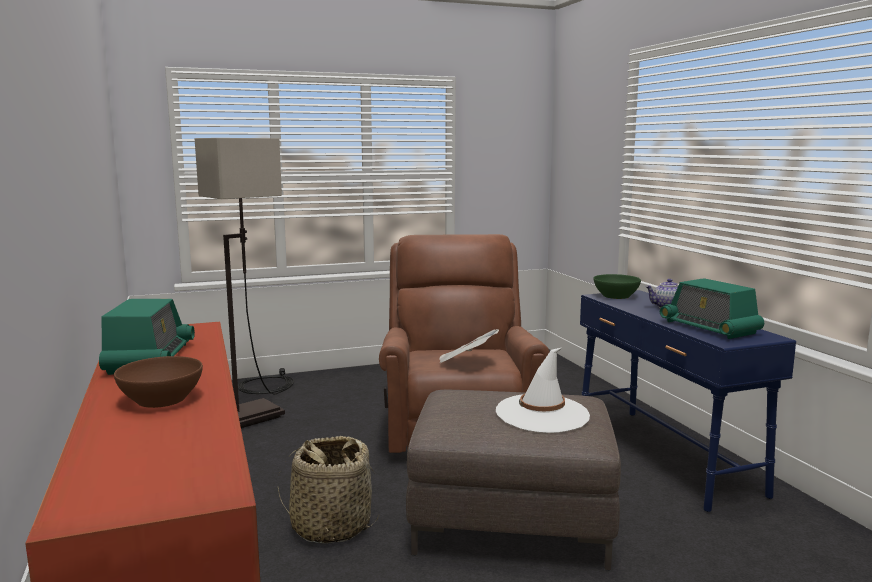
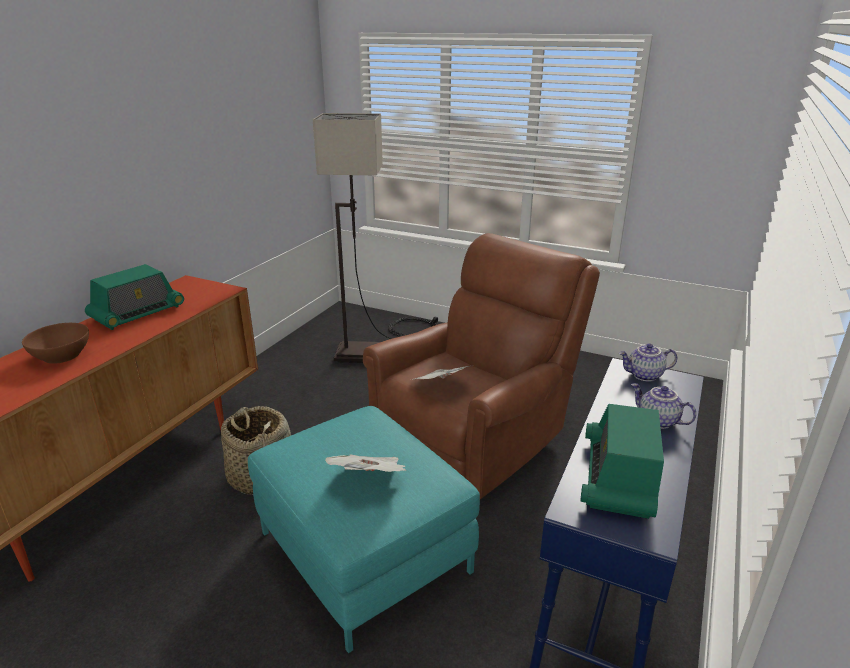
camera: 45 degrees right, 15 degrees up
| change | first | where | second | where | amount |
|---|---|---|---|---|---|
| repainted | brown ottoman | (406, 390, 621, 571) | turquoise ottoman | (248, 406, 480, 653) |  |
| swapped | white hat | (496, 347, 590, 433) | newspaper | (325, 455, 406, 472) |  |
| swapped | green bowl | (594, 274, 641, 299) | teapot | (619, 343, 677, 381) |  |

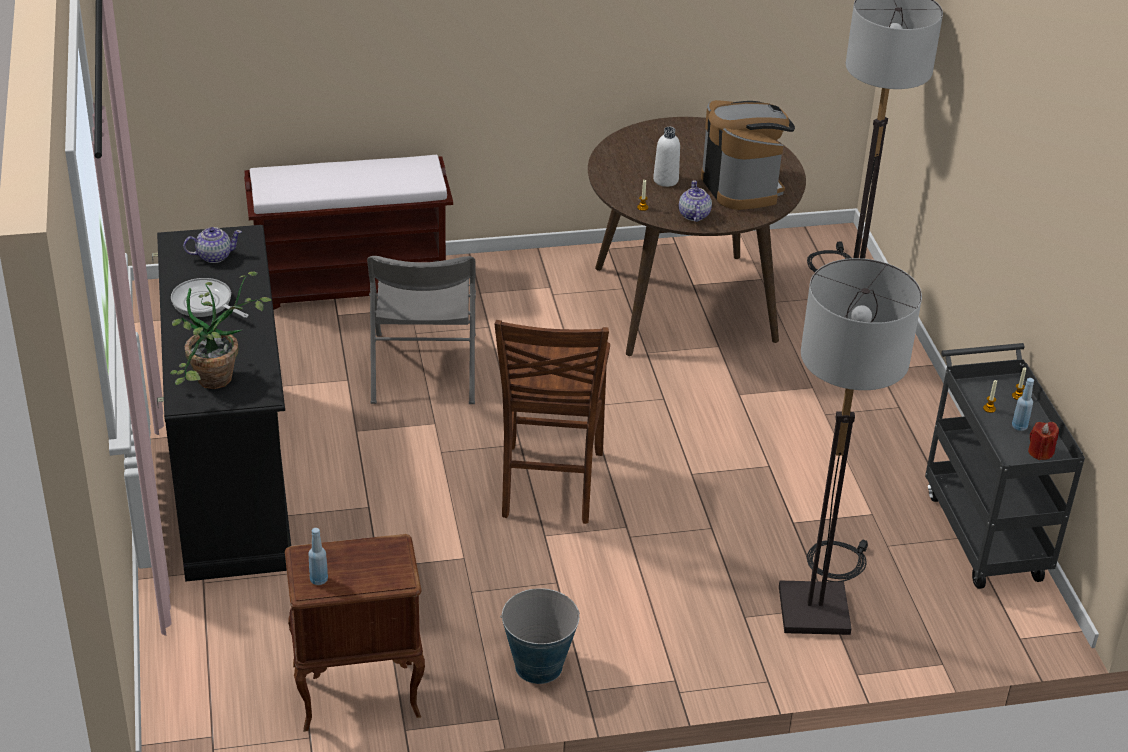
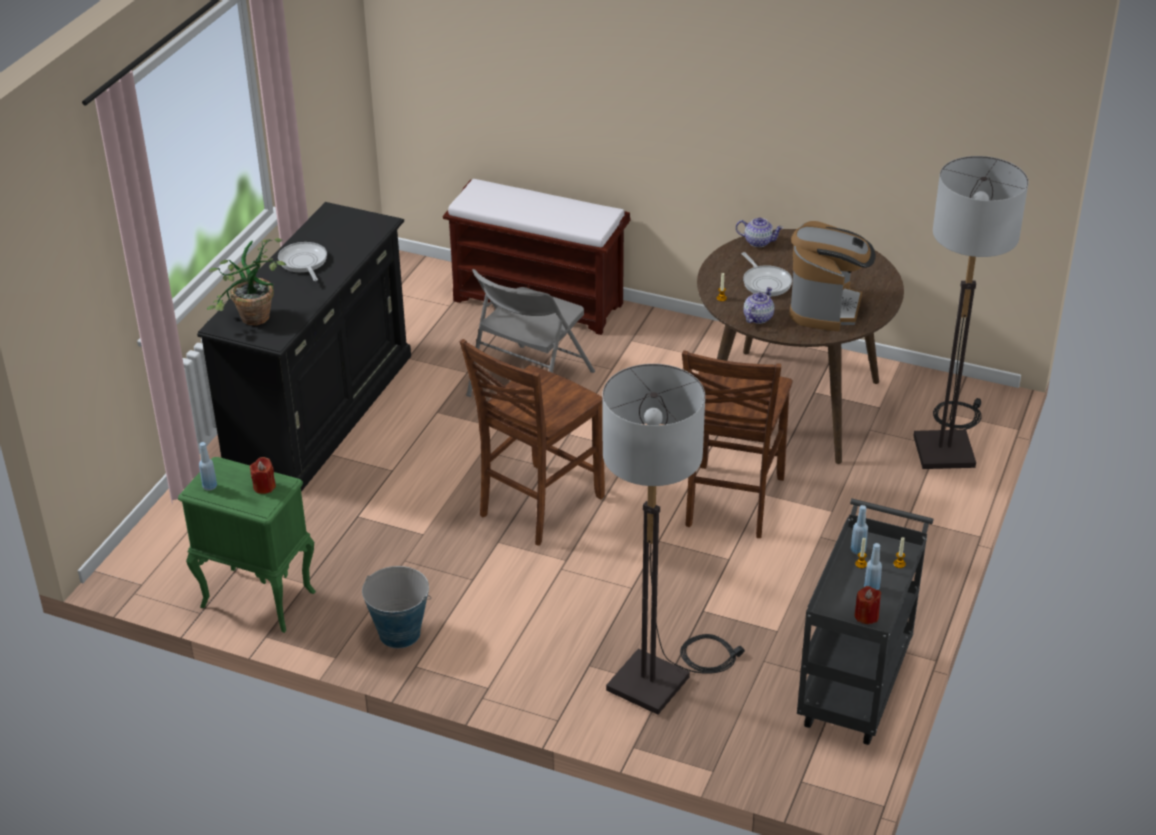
camera: 35 degrees right, 0 degrees up
| change | first | where | second | where | amount |
|---|---|---|---|---|---|
| repainted | brown nightstand | (285, 534, 425, 732) | green nightstand | (178, 457, 316, 633) |  |
| new |  |  | red candle | (250, 457, 276, 494) |  |
| new |  |  | brown chair | (682, 350, 793, 538) |  |
| shifted | teapot | (183, 227, 242, 263) |  | (736, 217, 784, 247) |  |
| swapped | white bottle | (653, 127, 680, 187) | frying pan | (742, 252, 792, 297) |  |
| new |  |  | blue bottle | (851, 505, 868, 555) |  |

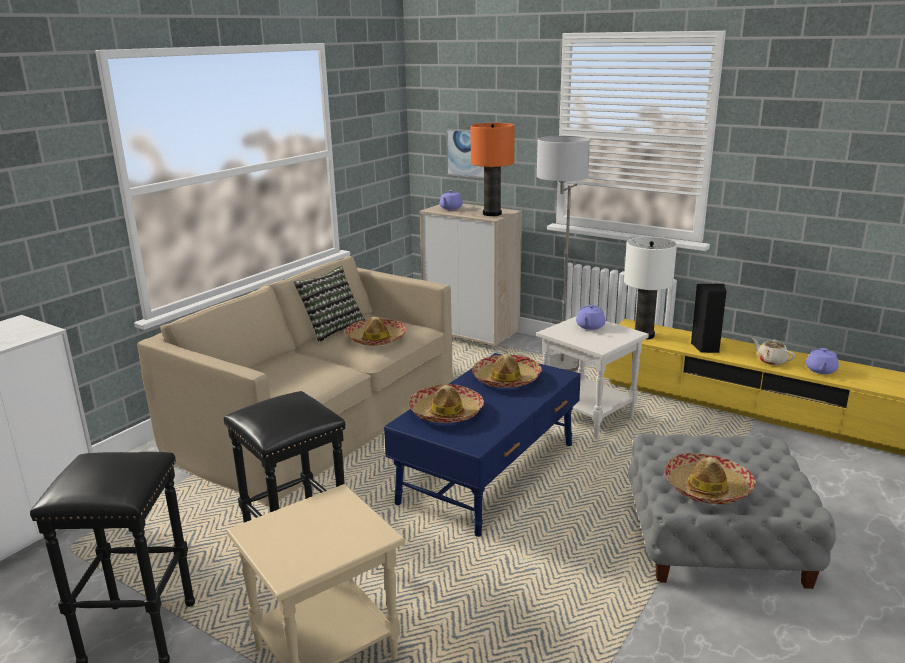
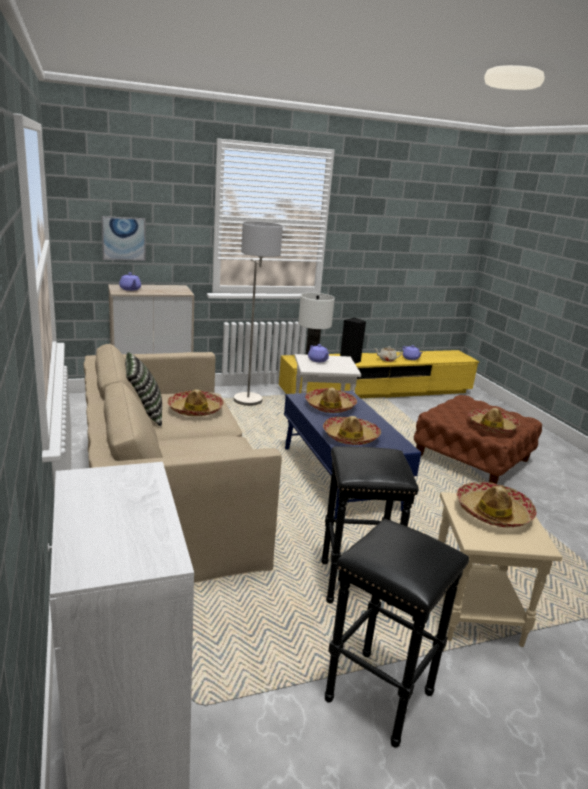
camera: 55 degrees left, 0 degrees up
| change | first | where | second | where | amount |
|---|---|---|---|---|---|
| repainted | grey ottoman | (628, 434, 836, 589) | brown ottoman | (414, 395, 542, 484) |  |
| new |  |  | hat | (457, 482, 537, 528) |  |
| gone | orange table lamp | (471, 123, 515, 216) |  |  |  |

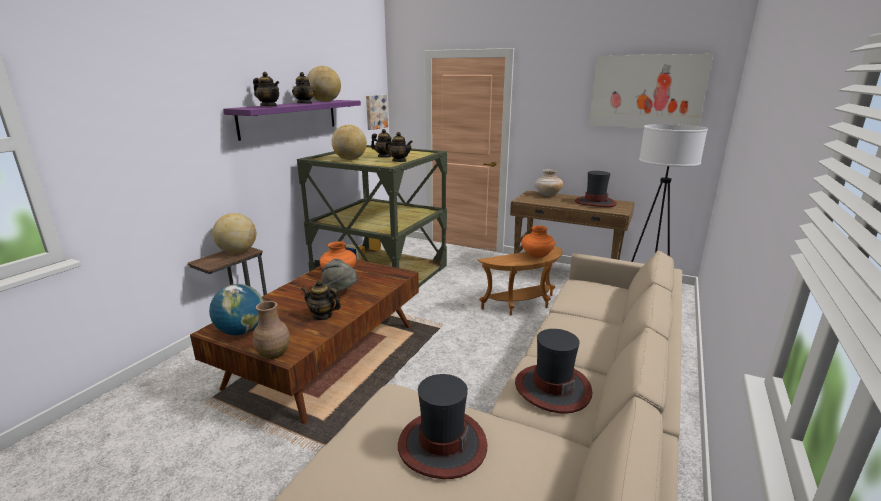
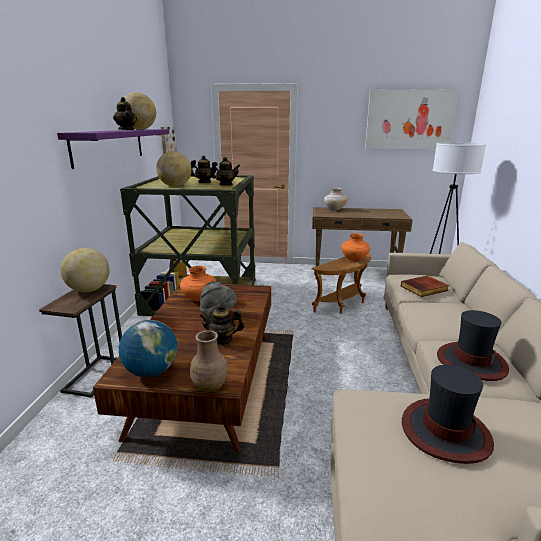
camera: 20 degrees left, 0 degrees up
| change | first | where | second | where | amount |
|---|---|---|---|---|---|
| new |  |  | book | (401, 276, 449, 297) |  |
| gone | teapot | (253, 72, 279, 106) |  |  |  |
| gone | hat | (575, 171, 617, 207) |  |  |  |

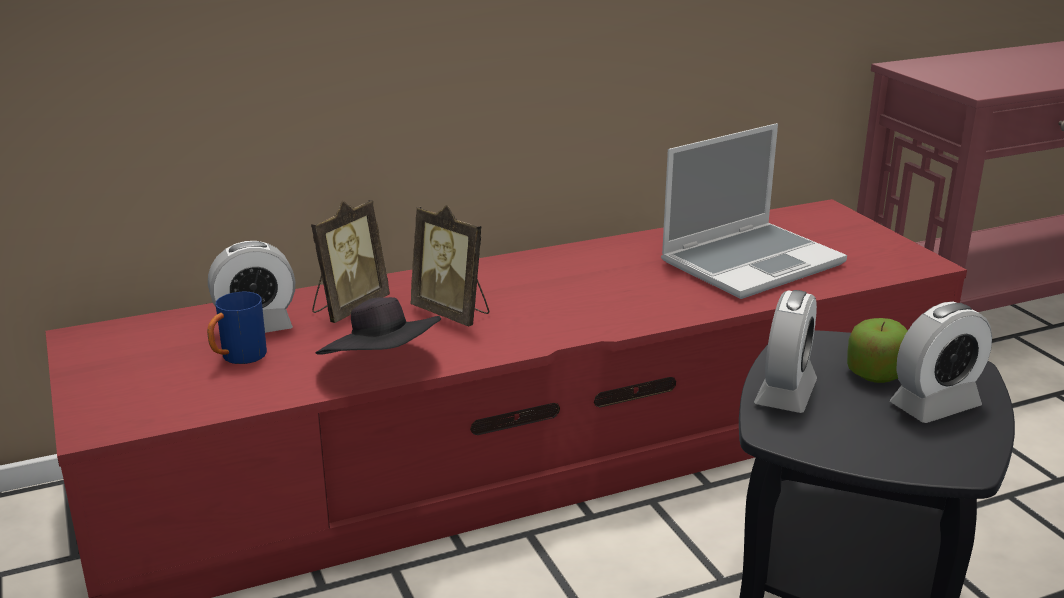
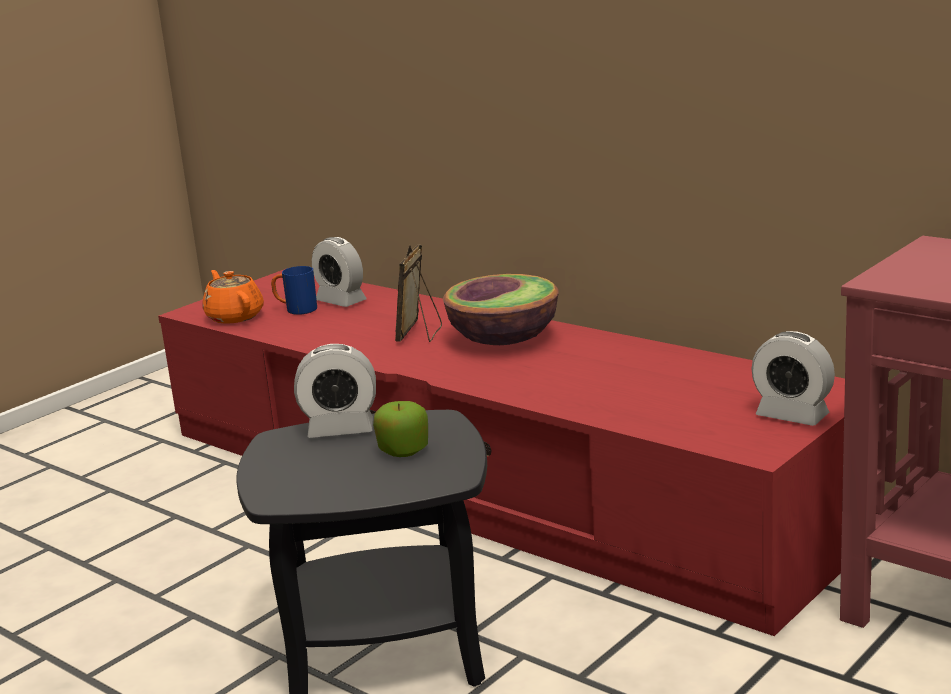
camera: 65 degrees right, 5 degrees down
| change | first | where | second | where | amount |
|---|---|---|---|---|---|
| new |  |  | orange teapot | (202, 270, 264, 324) |  |
| new |  |  | bowl | (443, 274, 559, 345) |  |
| shifted | alarm clock | (890, 302, 992, 423) |  | (752, 331, 835, 426) |  |
| gone | picture frame | (311, 200, 390, 323) |  |  |  |
| gone | black hat | (315, 297, 441, 355) |  |  |  |
| gone | laptop | (661, 123, 847, 299) |  |  |  |

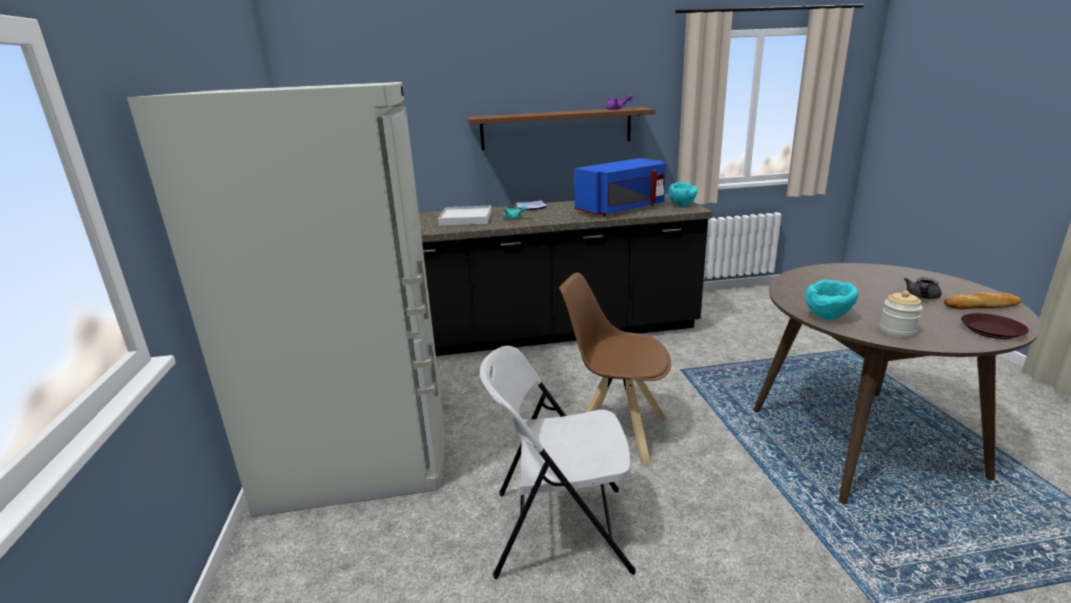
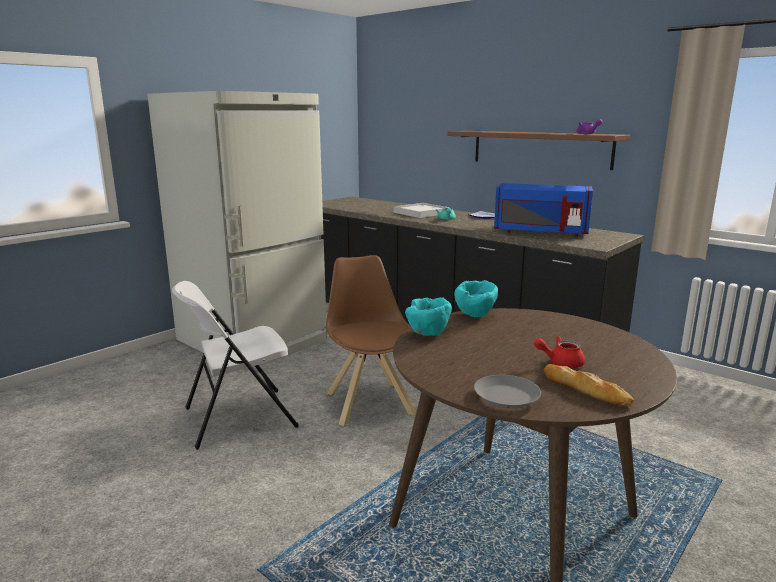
camera: 50 degrees right, 5 degrees down
| change | first | where | second | where | amount |
|---|---|---|---|---|---|
| rotated | white chair | (480, 346, 635, 579) |  | (172, 281, 299, 450) | 75 degrees counterclockwise |
| shifted | turquoise bowl | (668, 182, 698, 206) |  | (454, 280, 498, 317) |  |
| repainted | brown plate | (961, 313, 1029, 339) | grey plate | (474, 375, 541, 409) |  |
| repainted | grey teapot | (904, 278, 942, 299) | red teapot | (534, 336, 585, 368) |  |
| gone | jar | (880, 291, 923, 338) |  |  |  |

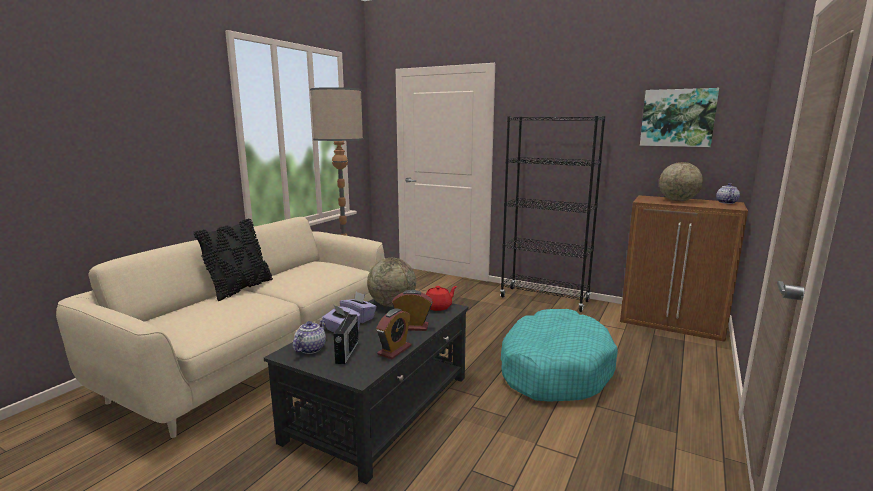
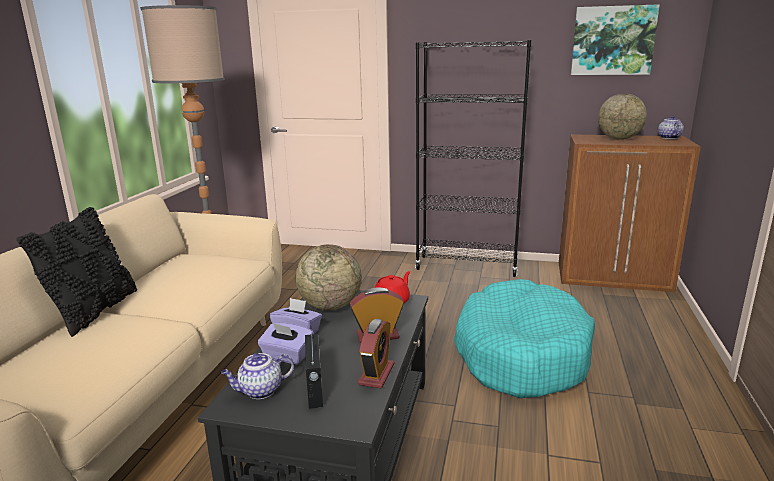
camera: 15 degrees left, 5 degrees up
| change | first | where | second | where | amount |
|---|---|---|---|---|---|
| rotated | teapot | (293, 319, 326, 354) |  | (221, 353, 294, 399) | 120 degrees counterclockwise |

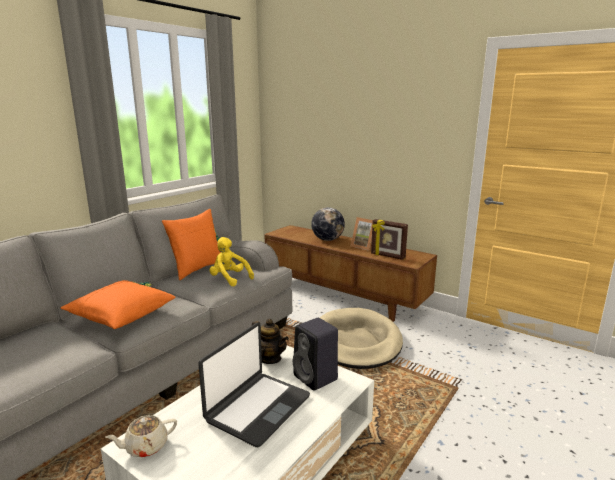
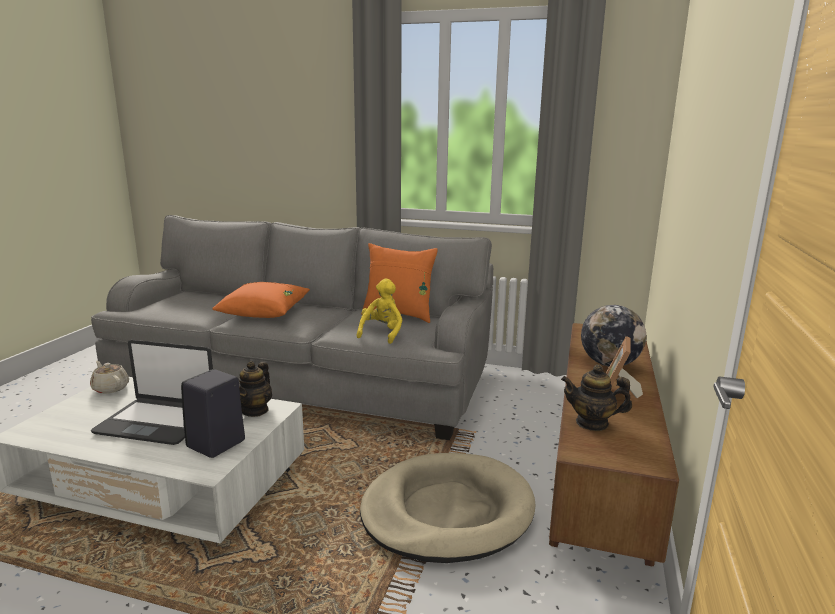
camera: 70 degrees right, 0 degrees up
| change | first | where | second | where | amount |
|---|---|---|---|---|---|
| swapped | picture frame | (371, 219, 408, 260) | teapot | (561, 364, 632, 431) |  |

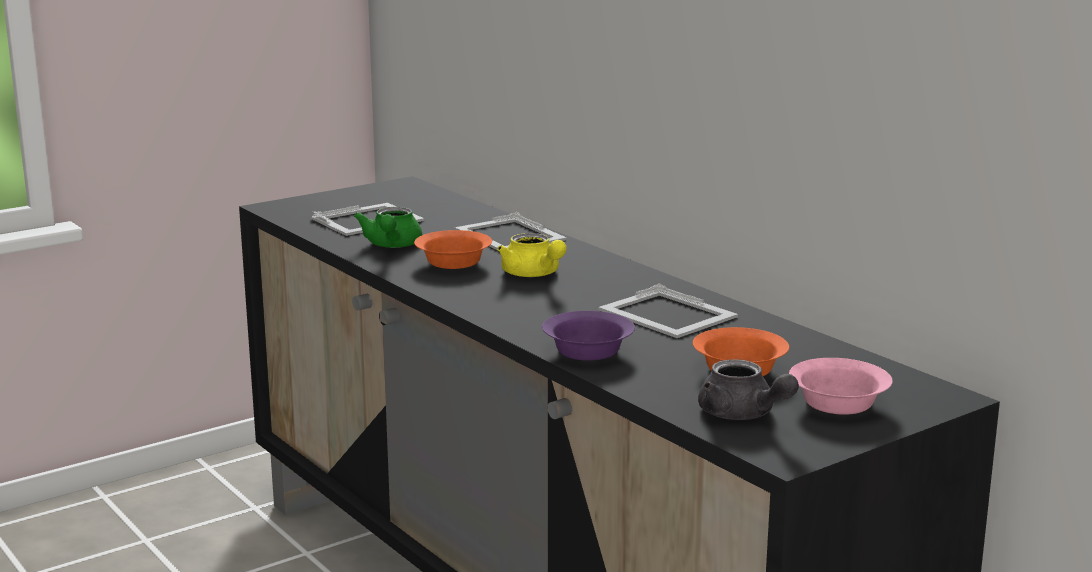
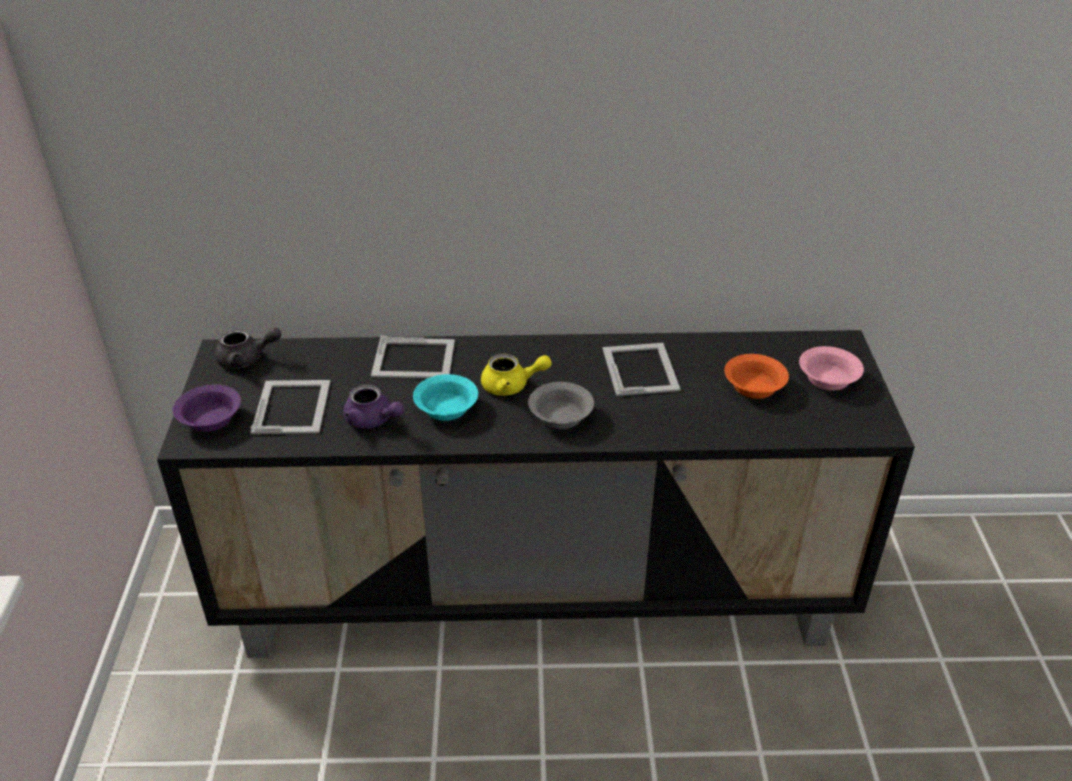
camera: 55 degrees left, 20 degrees up
| change | first | where | second | where | amount |
|---|---|---|---|---|---|
| shifted | purple bowl | (542, 311, 635, 361) |  | (173, 384, 241, 432) |  |
| shifted | grey teapot | (698, 359, 799, 420) |  | (215, 327, 281, 369) |  |
| repainted | green teapot | (354, 207, 422, 248) | purple teapot | (343, 385, 404, 429) |  |
| repainted | orange bowl | (414, 230, 492, 269) | turquoise bowl | (413, 374, 478, 421) |  |
| new |  |  | grey bowl | (528, 382, 594, 429) |  |
| rotated | picture frame | (598, 283, 738, 338) |  | (602, 343, 681, 396) | 90 degrees counterclockwise |

